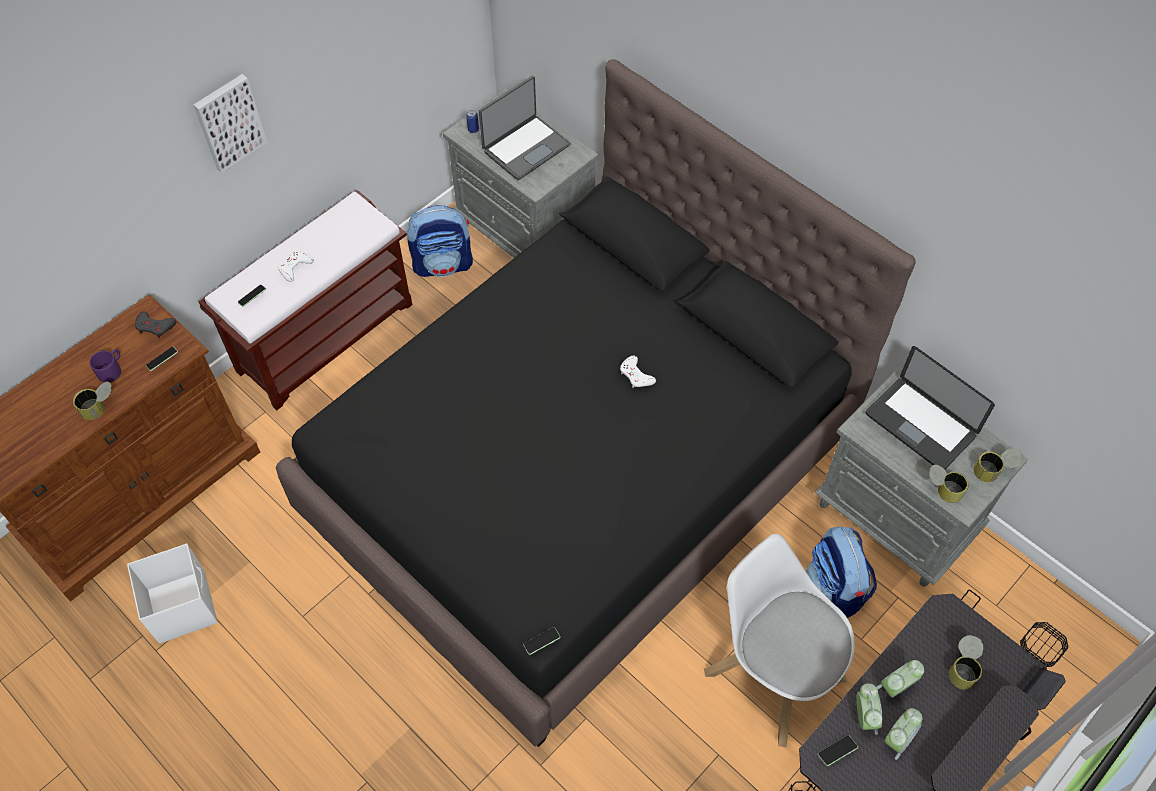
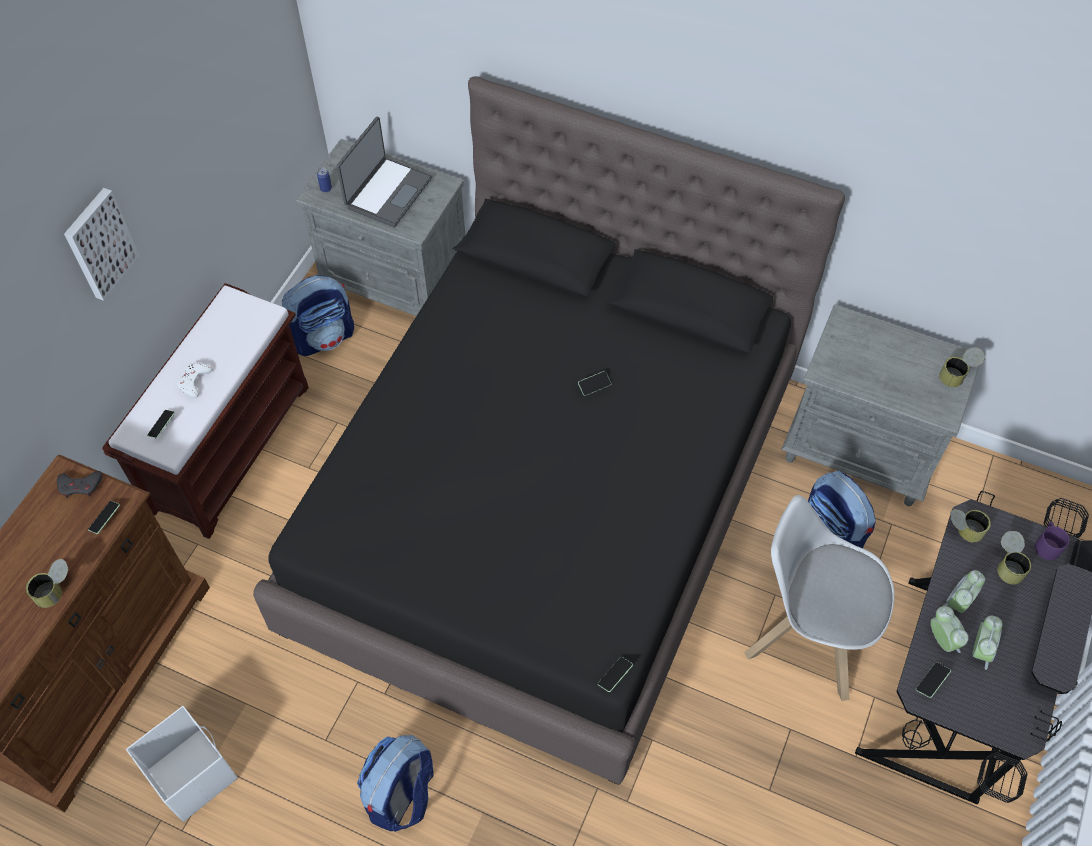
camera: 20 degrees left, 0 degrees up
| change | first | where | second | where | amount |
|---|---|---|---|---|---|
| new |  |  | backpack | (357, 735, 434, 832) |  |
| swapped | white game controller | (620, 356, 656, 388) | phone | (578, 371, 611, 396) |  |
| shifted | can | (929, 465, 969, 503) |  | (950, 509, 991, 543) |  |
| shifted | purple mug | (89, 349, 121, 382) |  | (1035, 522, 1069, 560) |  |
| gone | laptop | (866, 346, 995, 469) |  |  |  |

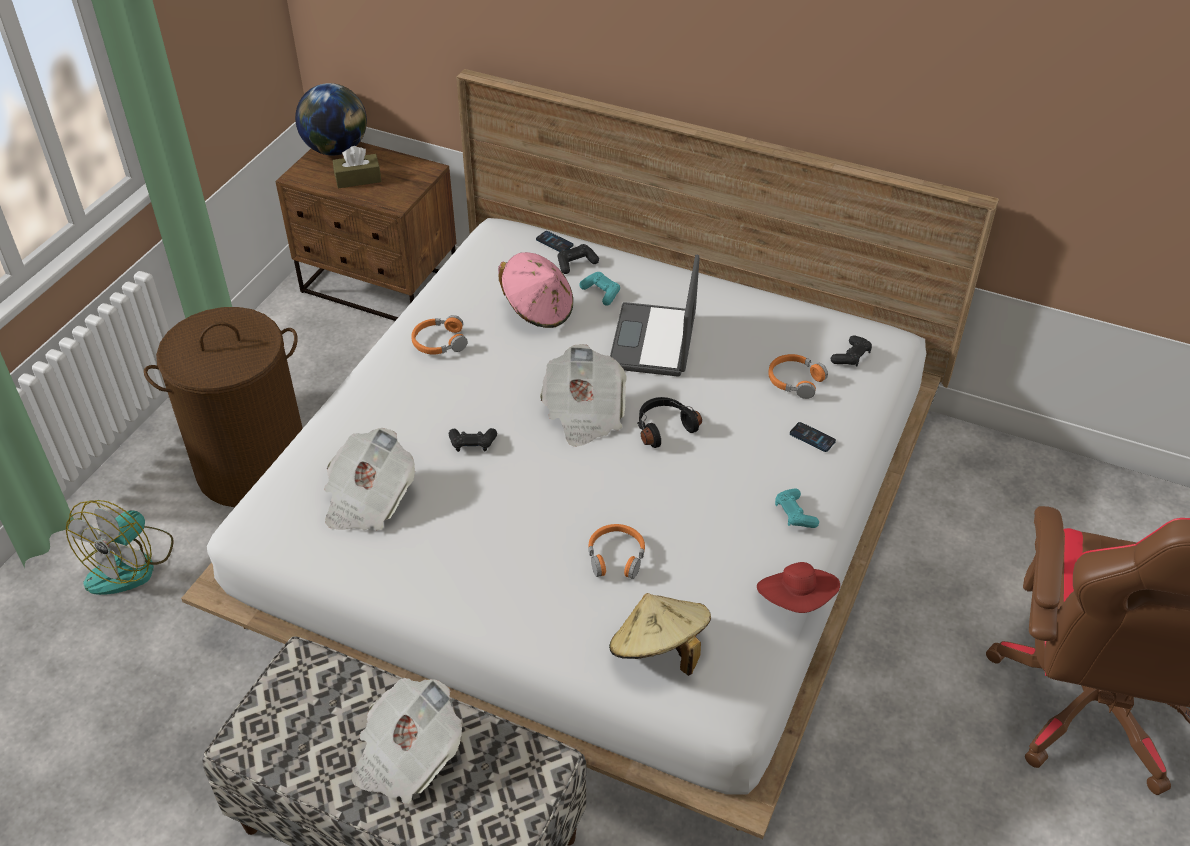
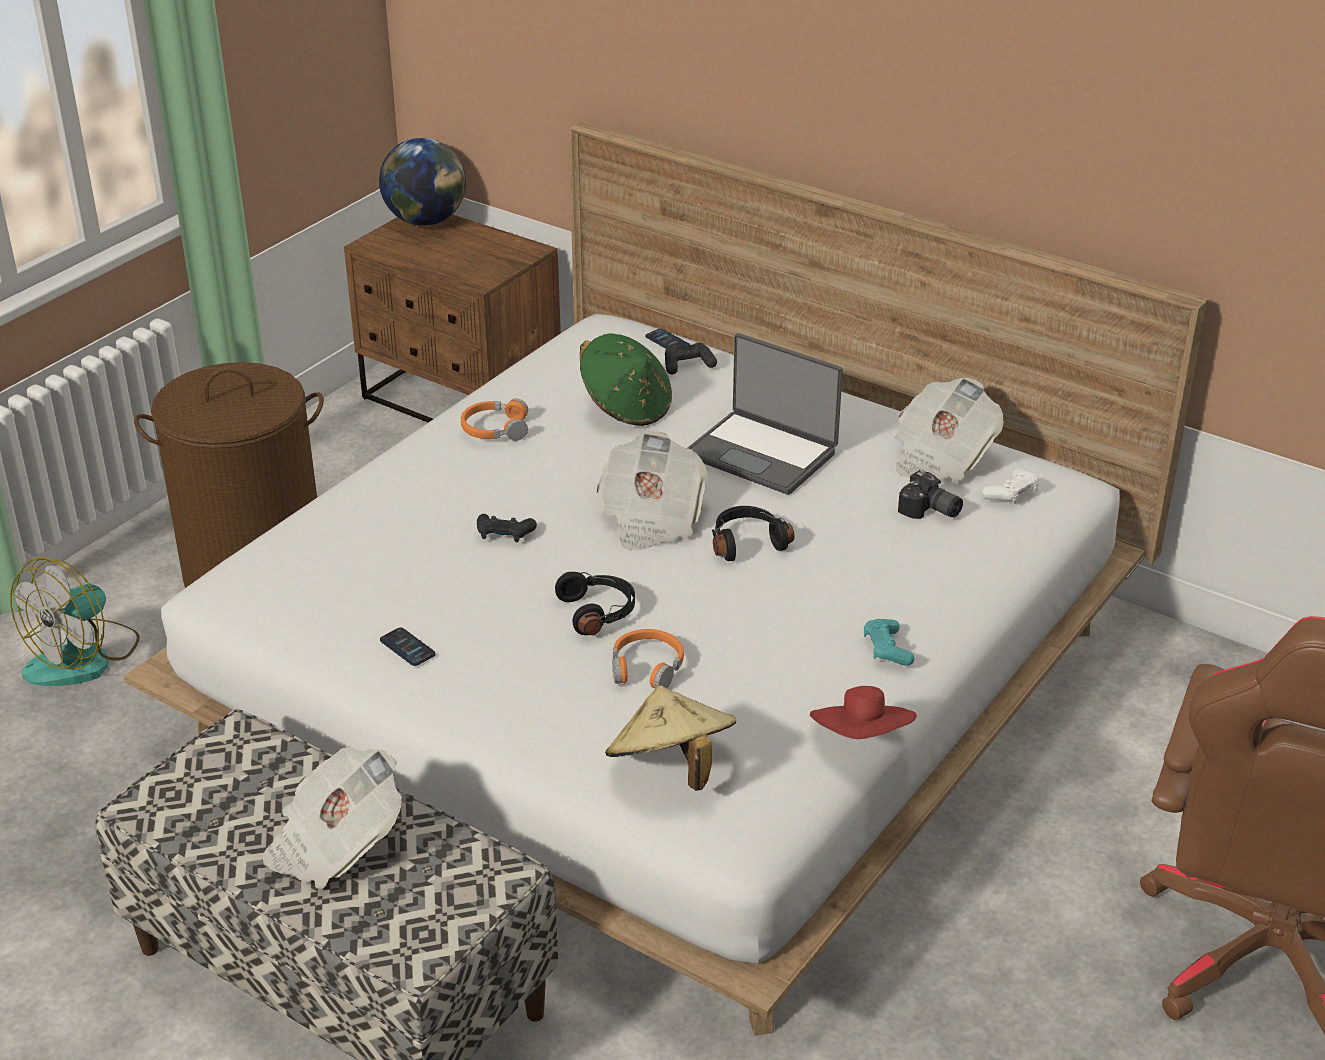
camera: 10 degrees right, 10 degrees down
| change | first | where | second | where | amount |
|---|---|---|---|---|---|
| shifted | phone | (790, 422, 836, 452) |  | (380, 627, 435, 666) |  |
| new |  |  | black headphones | (555, 572, 635, 635) |  |
| repainted | pink hat | (498, 252, 573, 328) | green hat | (580, 334, 672, 426) |  |
| rotated | laptop | (610, 255, 700, 377) |  | (686, 333, 843, 495) | 75 degrees counterclockwise |
| shifted | newspaper | (324, 428, 415, 531) |  | (895, 378, 1004, 481) |  |
| swapped | orange headphones | (768, 354, 828, 399) | photo camera | (898, 470, 963, 519) |  |
| repainted | black game controller | (831, 335, 872, 366) | white game controller | (982, 469, 1039, 504) |  |
| gone | brown tissue box | (333, 146, 381, 188) |  |  |  |
| gone | turquoise game controller | (579, 272, 620, 306) |  |  |  |

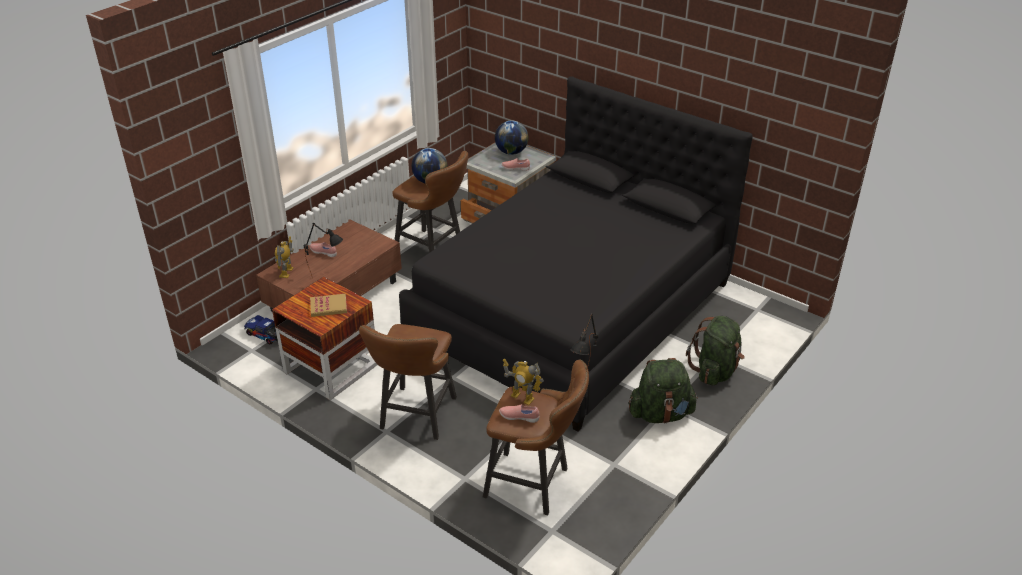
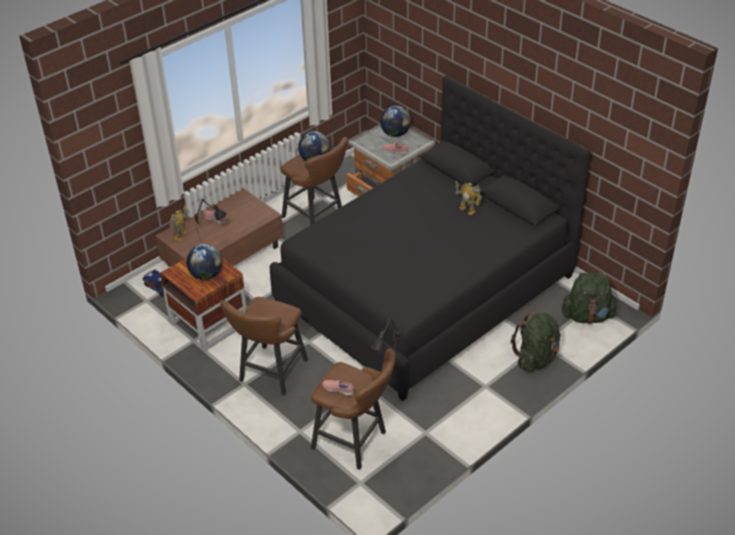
camera: 10 degrees right, 5 degrees up
| change | first | where | second | where | amount |
|---|---|---|---|---|---|
| swapped | book | (310, 294, 347, 317) | globe | (186, 244, 222, 280) |  |
| shifted | toy robot | (503, 359, 544, 405) |  | (455, 181, 482, 215) |  |
| shifted | green backpack | (629, 358, 698, 423) |  | (562, 272, 618, 324) |  |

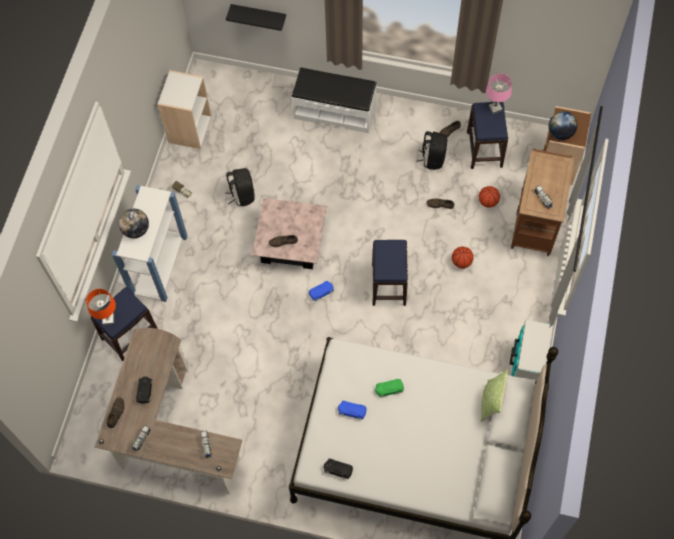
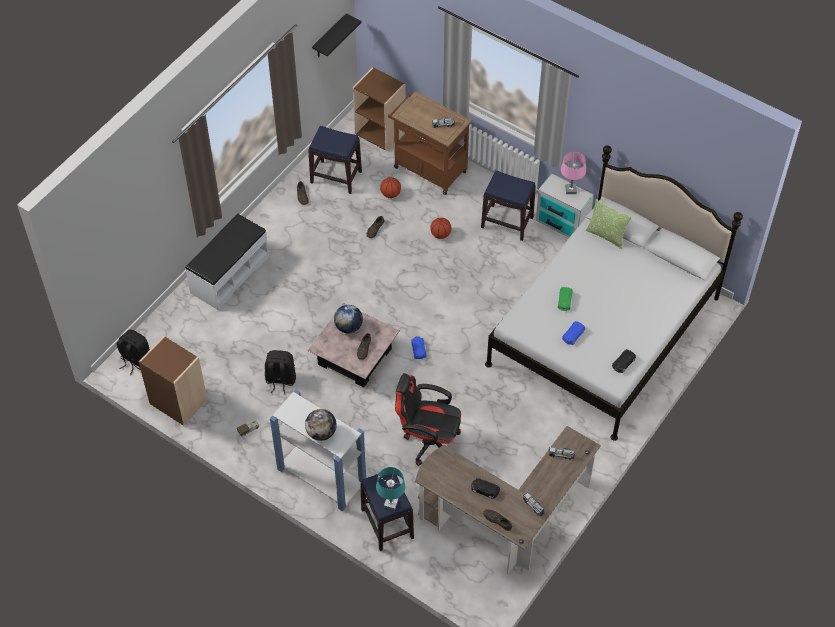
camera: 70 degrees left, 10 degrees down
| change | first | where | second | where | amount |
|---|---|---|---|---|---|
| shifted | black backpack | (417, 131, 447, 170) |  | (117, 330, 150, 375) |  |
| repainted | white bookcase | (157, 70, 211, 149) | brown bookcase | (139, 336, 208, 426) |  |
| shifted | black shelf | (226, 4, 286, 31) |  | (312, 13, 362, 58) |  |
| shifted | globe | (549, 111, 577, 140) |  | (334, 305, 363, 333) |  |
| repainted | orange table lamp | (86, 289, 116, 325) | turquoise table lamp | (376, 467, 405, 510) |  |
| new |  |  | black office chair | (395, 373, 461, 466) |  |
| shifted | stool | (372, 240, 408, 306) |  | (481, 171, 536, 241) |  |
| shifted | pink table lamp | (486, 73, 512, 114) |  | (561, 152, 586, 194) |  |

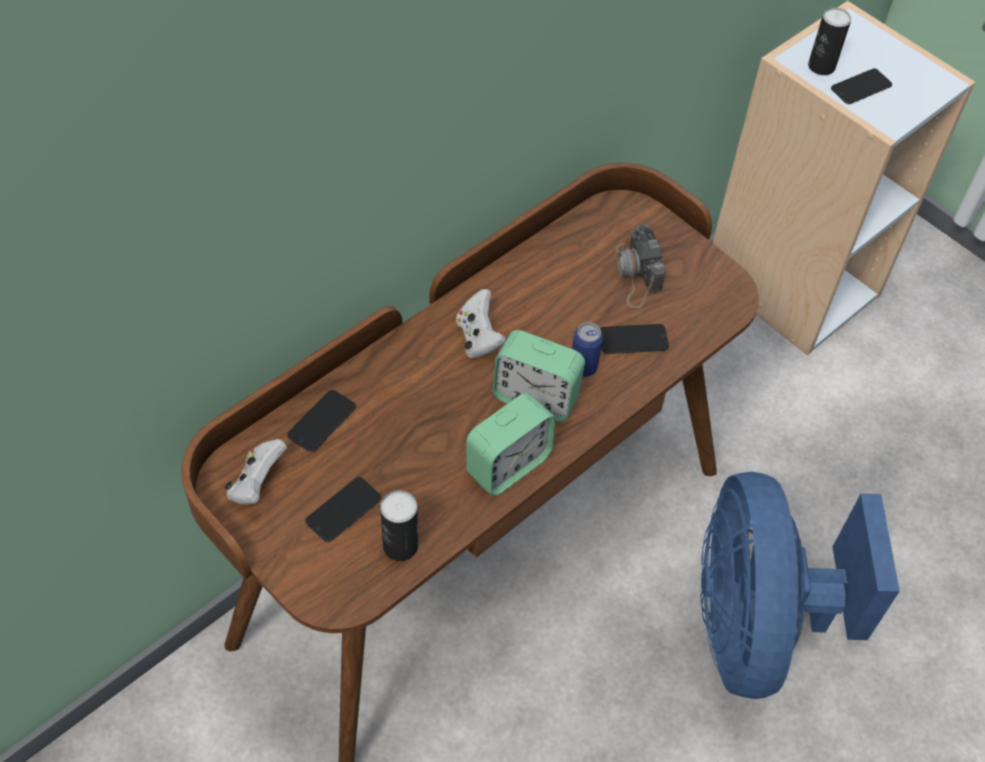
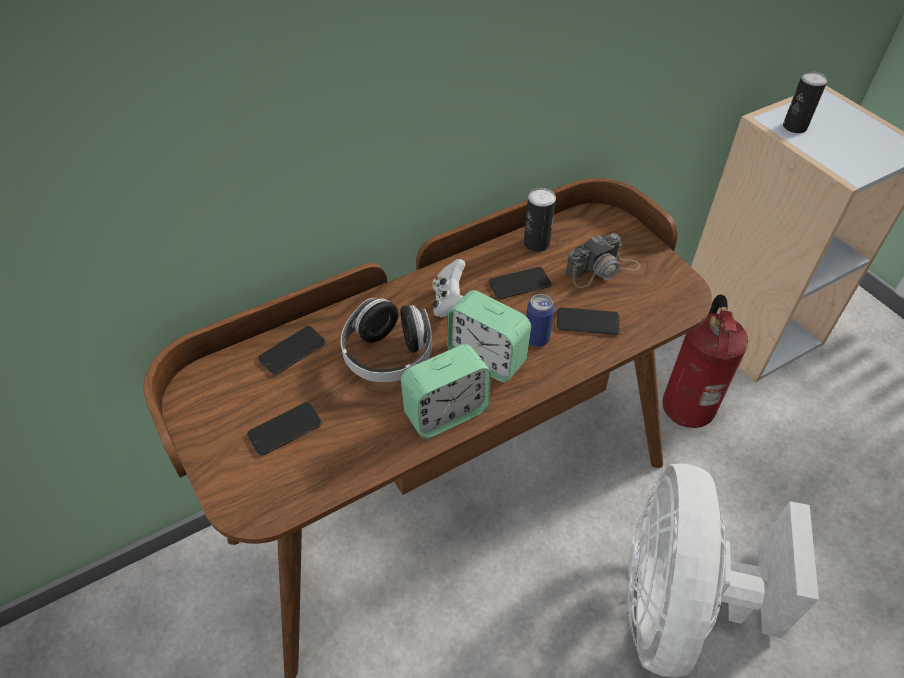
camera: 15 degrees right, 5 degrees down
| change | first | where | second | where | amount |
|---|---|---|---|---|---|
| new |  |  | headphones | (341, 298, 432, 382) |  |
| shifted | phone | (831, 69, 892, 104) |  | (488, 267, 552, 299) |  |
| shifted | can | (380, 490, 418, 561) |  | (524, 188, 556, 252) |  |
| rotated | photo camera | (616, 224, 666, 308) |  | (565, 233, 640, 288) | 120 degrees counterclockwise |
| repainted | blue fan | (700, 472, 900, 699) | white fan | (628, 464, 819, 678) |  |
| new |  |  | fire extinguisher | (662, 294, 748, 428) |  |
| gone | white game controller | (225, 439, 287, 505) |  |  |  |

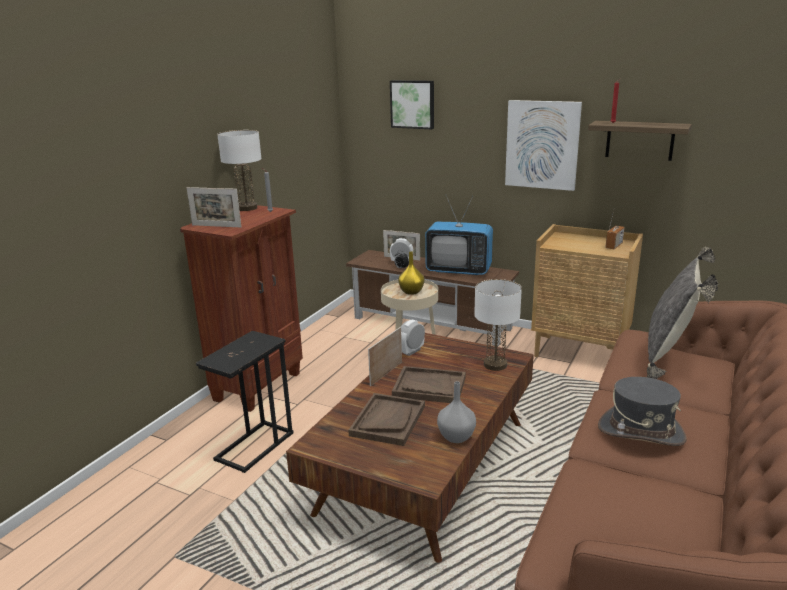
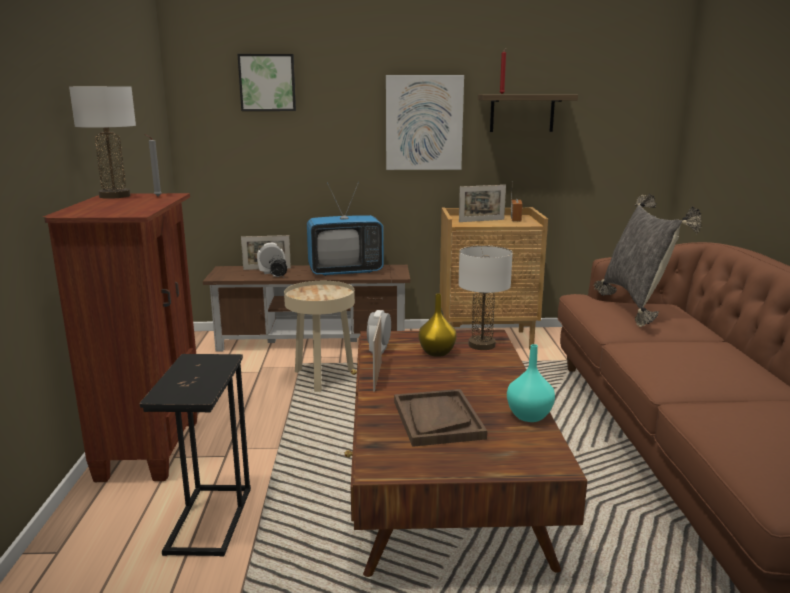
camera: 30 degrees left, 5 degrees down
| change | first | where | second | where | amount |
|---|---|---|---|---|---|
| shifted | yellow vase | (398, 251, 424, 295) |  | (419, 294, 457, 357) |  |
| shifted | picture frame | (187, 187, 241, 227) |  | (459, 185, 506, 222) |  |
| repainted | grey vase | (437, 381, 476, 443) | turquoise vase | (507, 344, 555, 422) |  |
| gone | brown tray | (392, 366, 466, 403) |  |  |  |
| gone | grey hat | (598, 377, 687, 446) |  |  |  |

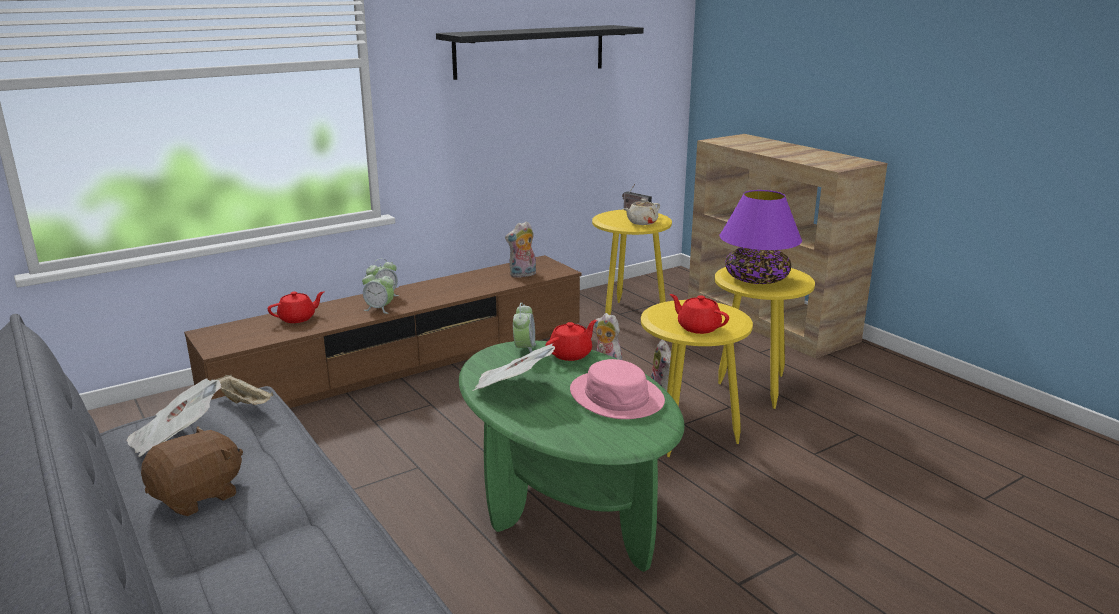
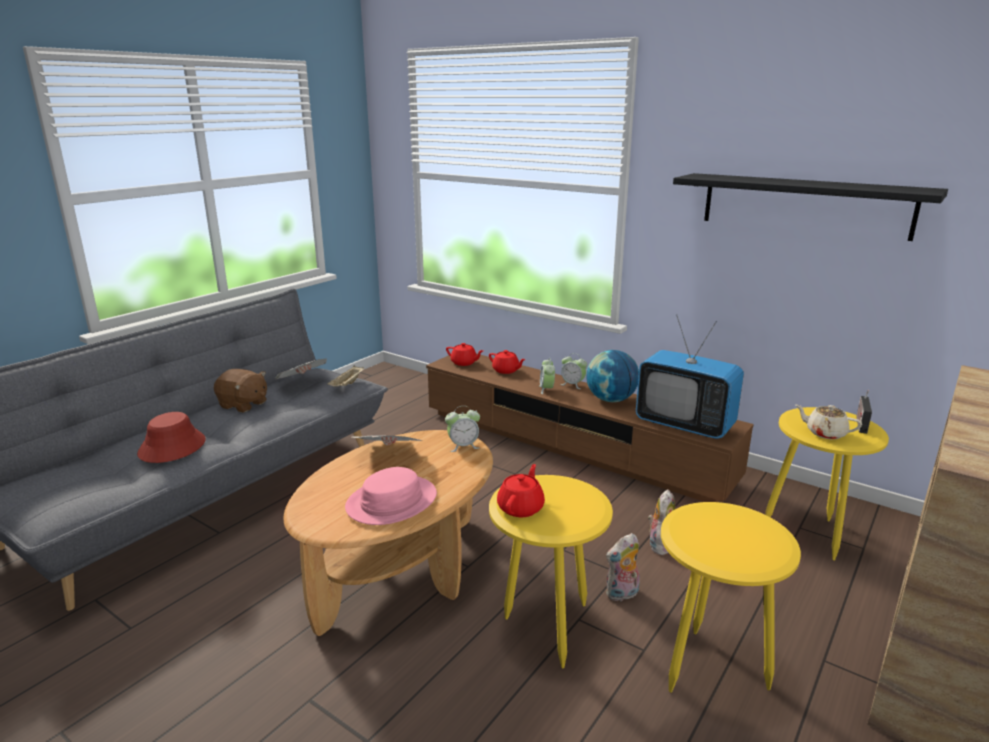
camera: 70 degrees right, 0 degrees up
| change | first | where | second | where | amount |
|---|---|---|---|---|---|
| new |  |  | red hat | (137, 412, 206, 463) |  |
| repainted | green coffee table | (459, 341, 684, 572) | brown coffee table | (284, 430, 493, 636) |  |
| shifted | red teapot | (545, 320, 597, 361) |  | (446, 343, 483, 366) |  |
| new |  |  | globe | (586, 350, 639, 402) |  |
| swapped | plush toy | (505, 221, 536, 278) | television | (636, 314, 744, 439) |  |
| gone | purple table lamp | (720, 190, 802, 284) |  |  |  |

